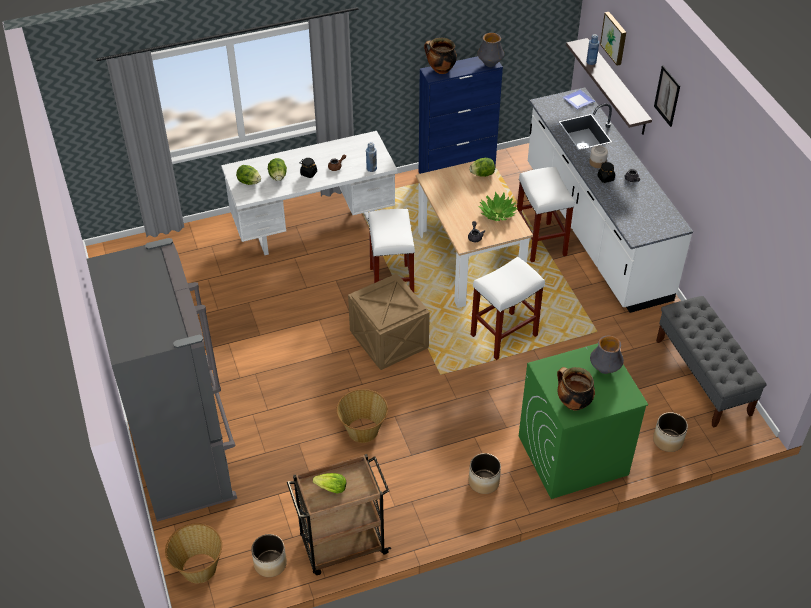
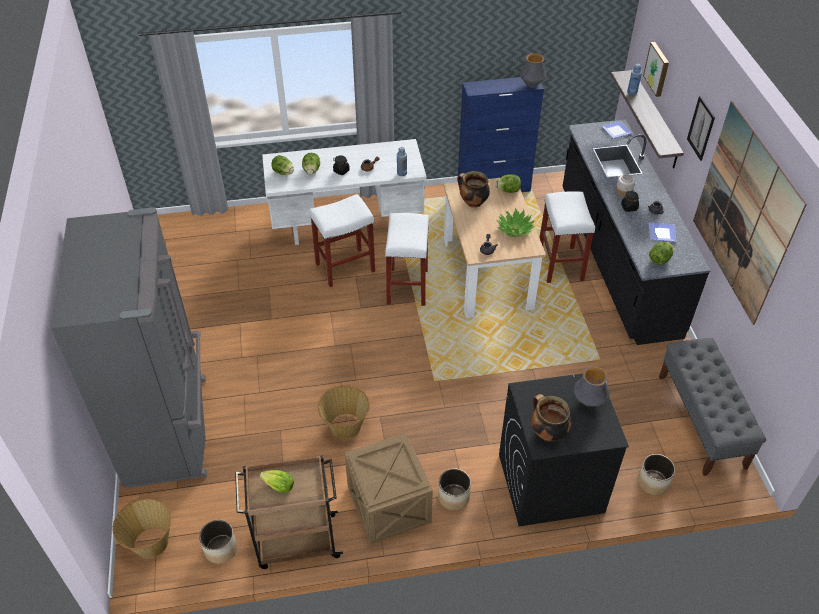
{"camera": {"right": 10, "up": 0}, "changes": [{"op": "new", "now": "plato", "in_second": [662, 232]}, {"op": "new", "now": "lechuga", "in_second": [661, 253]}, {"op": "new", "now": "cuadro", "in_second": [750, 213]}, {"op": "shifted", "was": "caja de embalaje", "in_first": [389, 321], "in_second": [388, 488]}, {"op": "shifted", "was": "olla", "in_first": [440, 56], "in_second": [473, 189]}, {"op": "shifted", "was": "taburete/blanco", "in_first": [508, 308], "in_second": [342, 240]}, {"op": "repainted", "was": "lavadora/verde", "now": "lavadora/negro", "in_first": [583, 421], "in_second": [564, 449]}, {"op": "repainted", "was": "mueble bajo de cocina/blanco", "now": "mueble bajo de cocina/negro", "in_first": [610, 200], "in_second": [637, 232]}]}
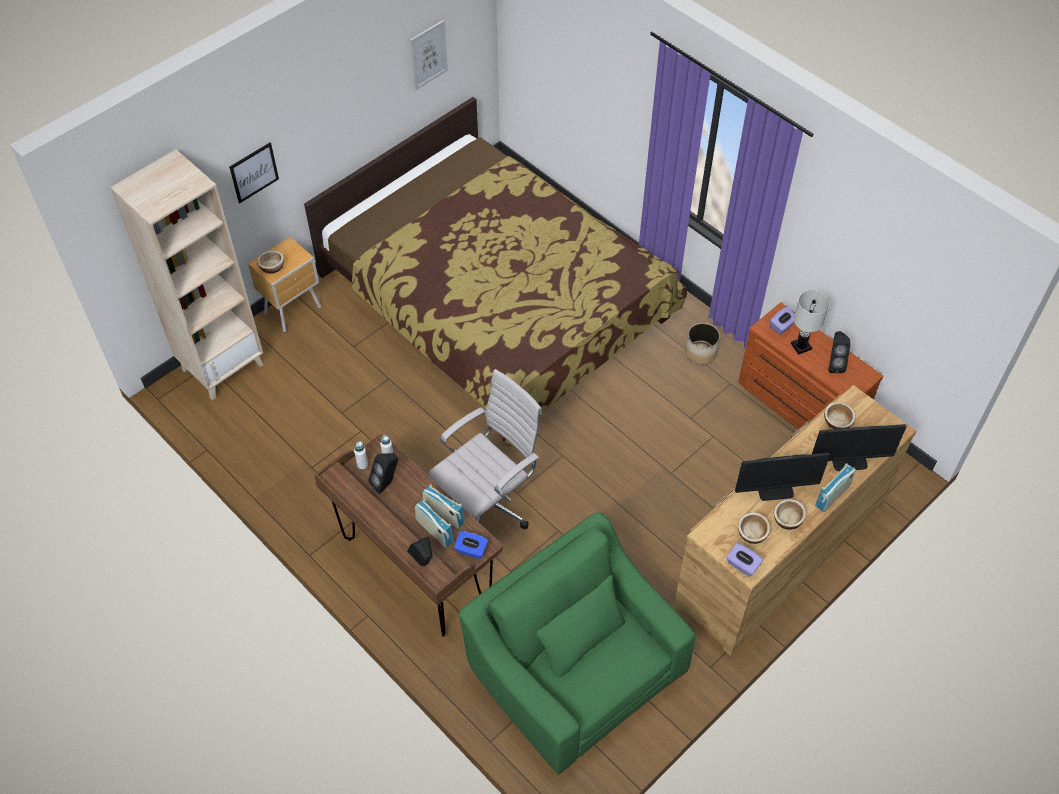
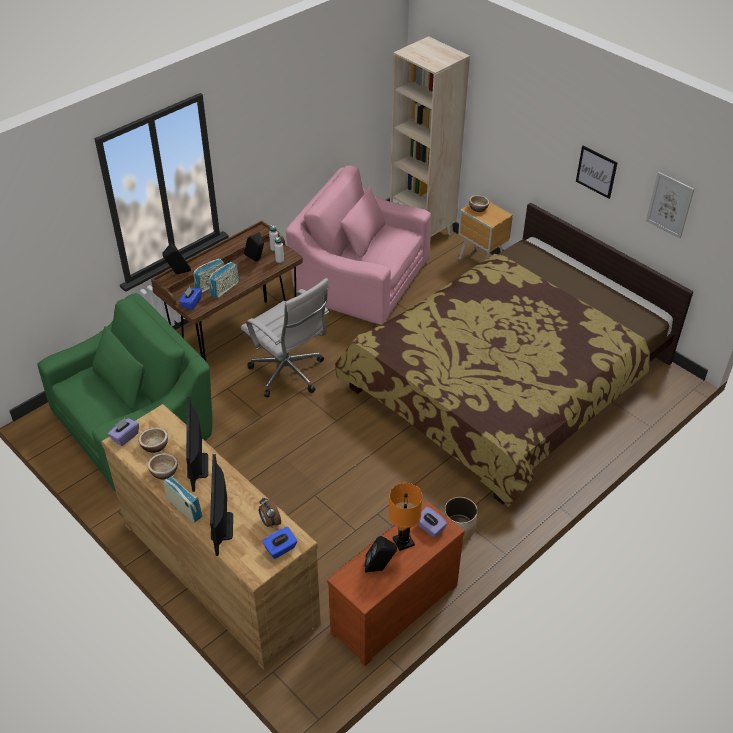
{"camera": {"right": 90, "up": -10}, "changes": [{"op": "new", "now": "caja de pañuelos/azul", "in_second": [280, 543]}, {"op": "new", "now": "sillón/rosa", "in_second": [358, 245]}, {"op": "shifted", "was": "cuadro", "in_first": [254, 173], "in_second": [597, 172]}, {"op": "swapped", "was": "cuenco", "now": "despertador", "in_first": [840, 415], "in_second": [270, 512]}, {"op": "repainted", "was": "lámpara de mesa/blanco", "now": "lámpara de mesa/naranja", "in_first": [810, 322], "in_second": [406, 517]}]}
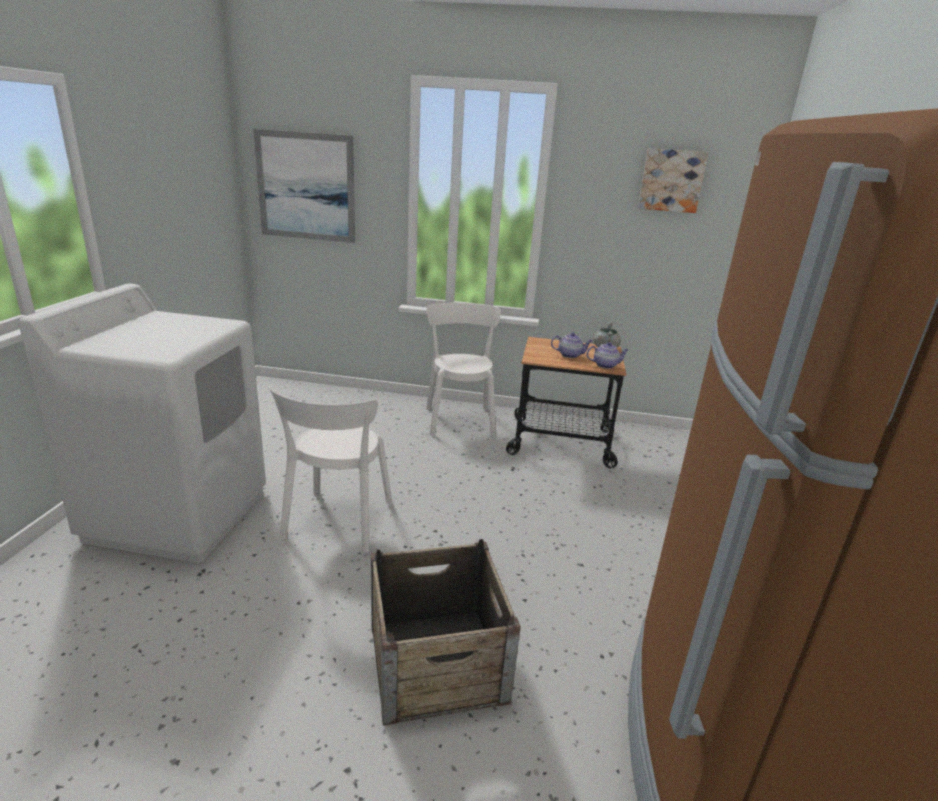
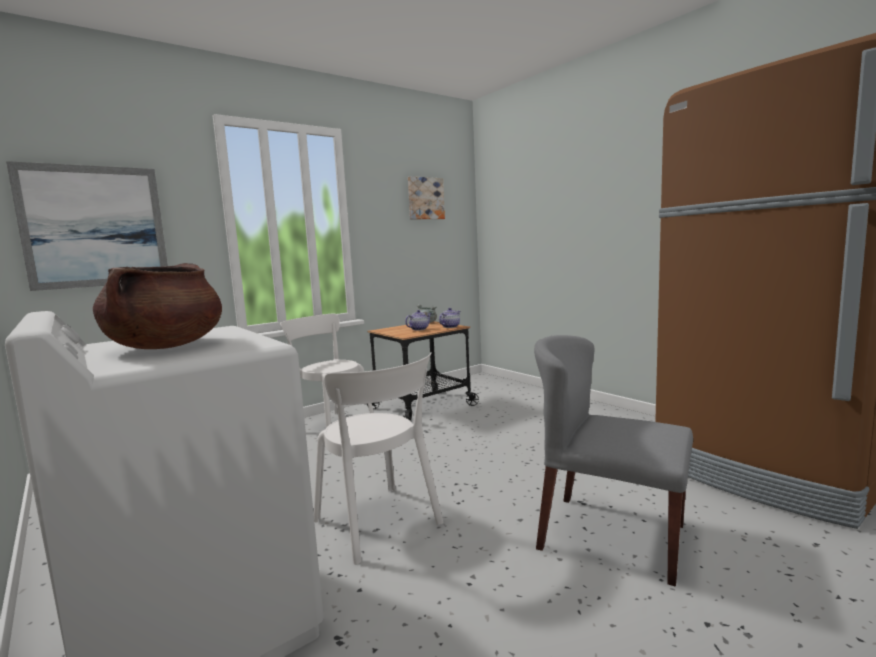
{"camera": {"right": -45, "up": -15}, "changes": [{"op": "new", "now": "olla/marrón", "in_second": [157, 306]}, {"op": "swapped", "was": "caja de embalaje", "now": "silla/gris", "in_first": [446, 632], "in_second": [613, 461]}]}
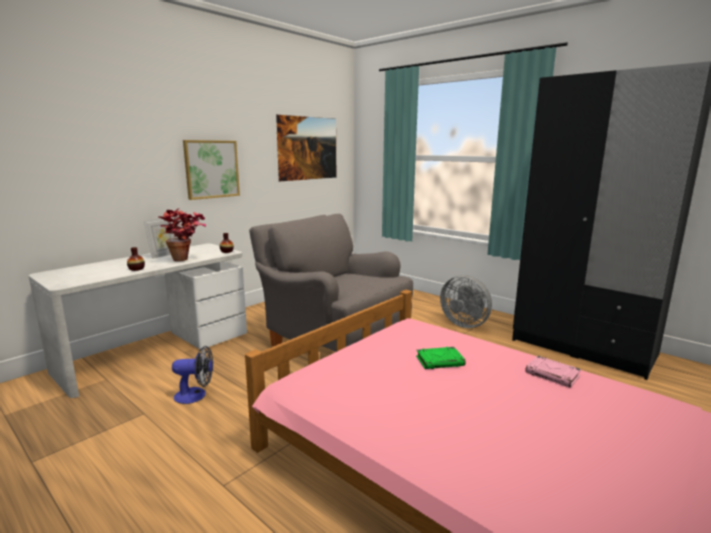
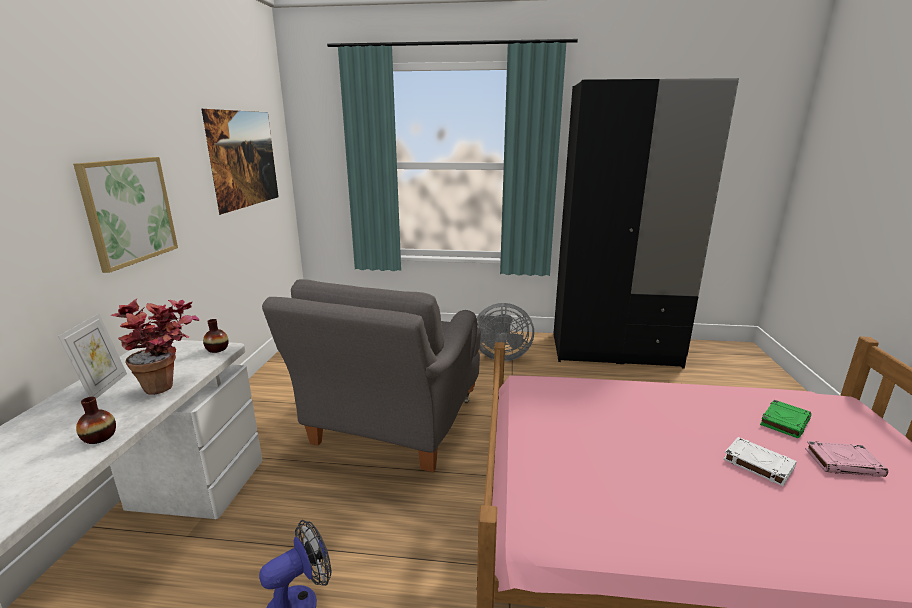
{"camera": {"right": -35, "up": 5}, "changes": [{"op": "new", "now": "libro/blanco", "in_second": [760, 461]}, {"op": "shifted", "was": "libro/verde", "in_first": [441, 358], "in_second": [785, 419]}, {"op": "shifted", "was": "libro/rosa", "in_first": [553, 372], "in_second": [846, 459]}, {"op": "rotated", "was": "sillón/gris", "in_first": [331, 283], "in_second": [371, 375], "clockwise": -75}]}
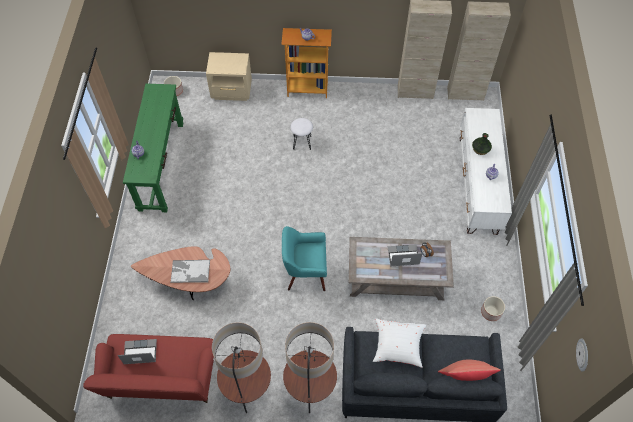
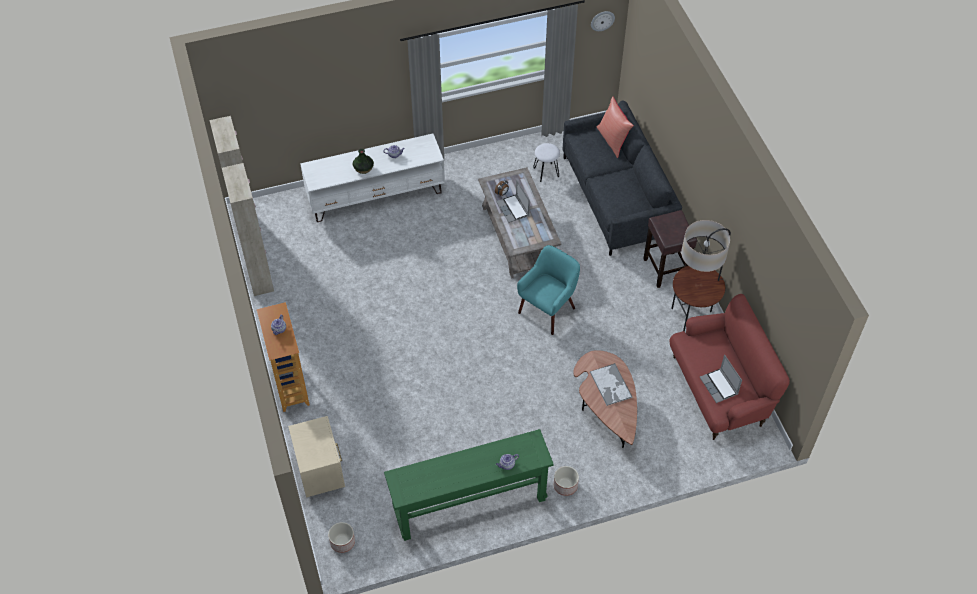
{"camera": {"right": -110, "up": -5}, "changes": [{"op": "gone", "was": "cojín/blanco", "in_first": [399, 343]}, {"op": "shifted", "was": "taburete/blanco", "in_first": [301, 134], "in_second": [546, 162]}, {"op": "shifted", "was": "maceta", "in_first": [493, 308], "in_second": [566, 481]}, {"op": "swapped", "was": "lámpara de pie", "now": "taburete/marrón", "in_first": [310, 367], "in_second": [670, 249]}, {"op": "rotated", "was": "sillón/turquesa", "in_first": [304, 258], "in_second": [548, 290], "clockwise": -120}]}
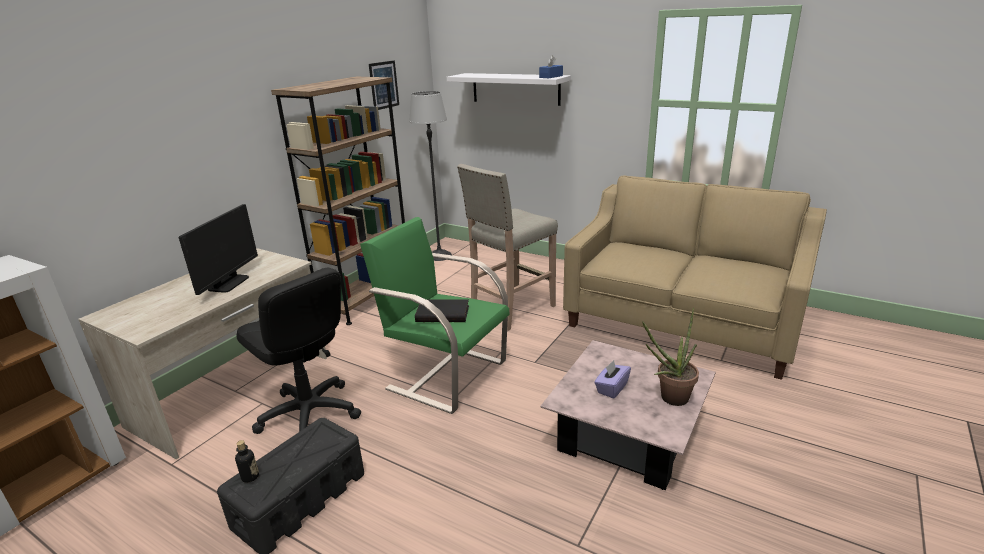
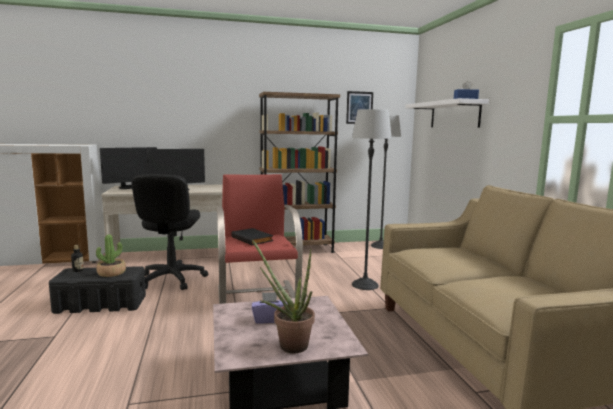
{"camera": {"right": 45, "up": -15}, "changes": [{"op": "new", "now": "planta en maceta", "in_second": [111, 255]}, {"op": "new", "now": "monitor", "in_second": [128, 168]}, {"op": "swapped", "was": "taburete/beis", "now": "lámpara de pie", "in_first": [507, 247], "in_second": [372, 199]}, {"op": "repainted", "was": "sillón/verde", "now": "sillón/rojo", "in_first": [434, 315], "in_second": [259, 239]}]}
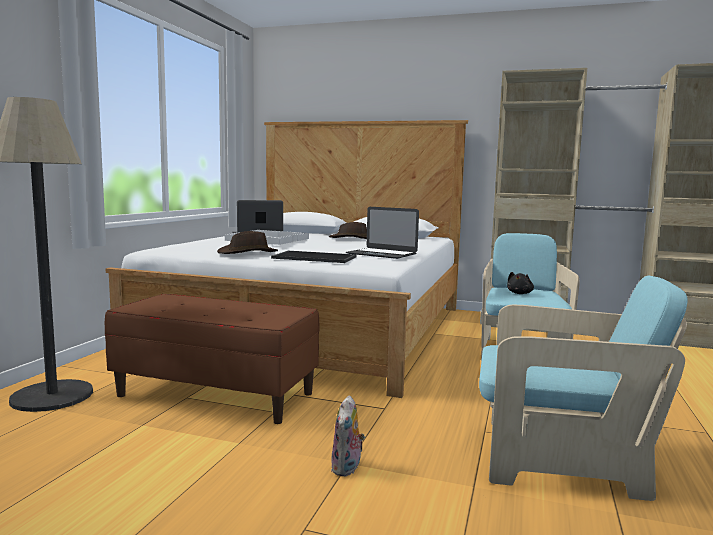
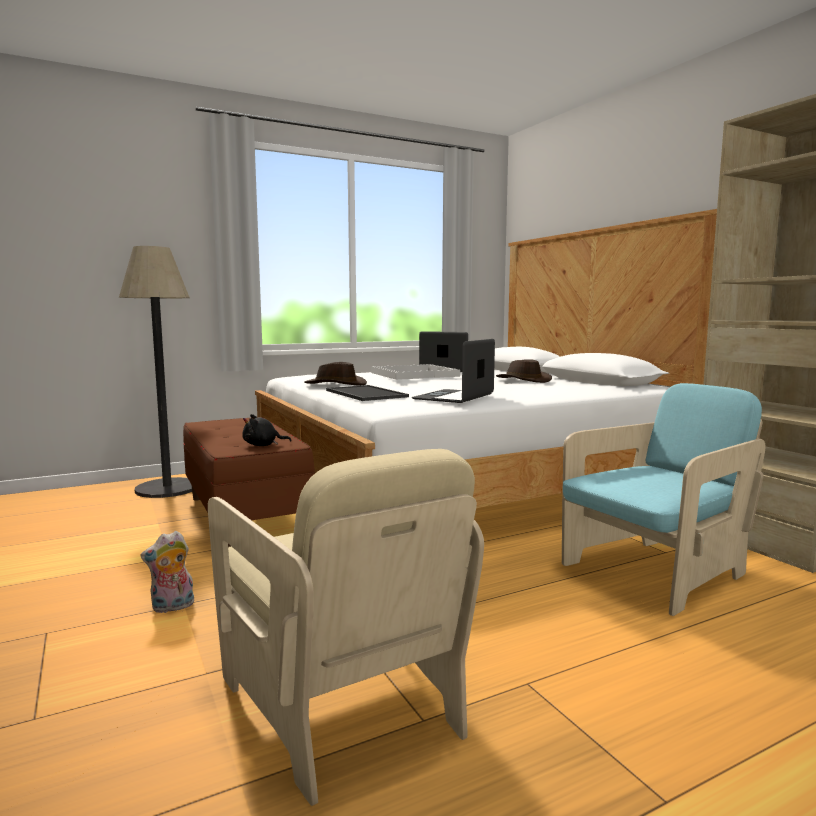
{"camera": {"right": 45, "up": 0}, "changes": [{"op": "shifted", "was": "peluche/negro", "in_first": [520, 283], "in_second": [266, 430]}, {"op": "repainted", "was": "sillón/turquesa", "now": "sillón/beis", "in_first": [583, 388], "in_second": [346, 627]}, {"op": "rotated", "was": "portátil", "in_first": [382, 233], "in_second": [453, 371], "clockwise": 45}]}
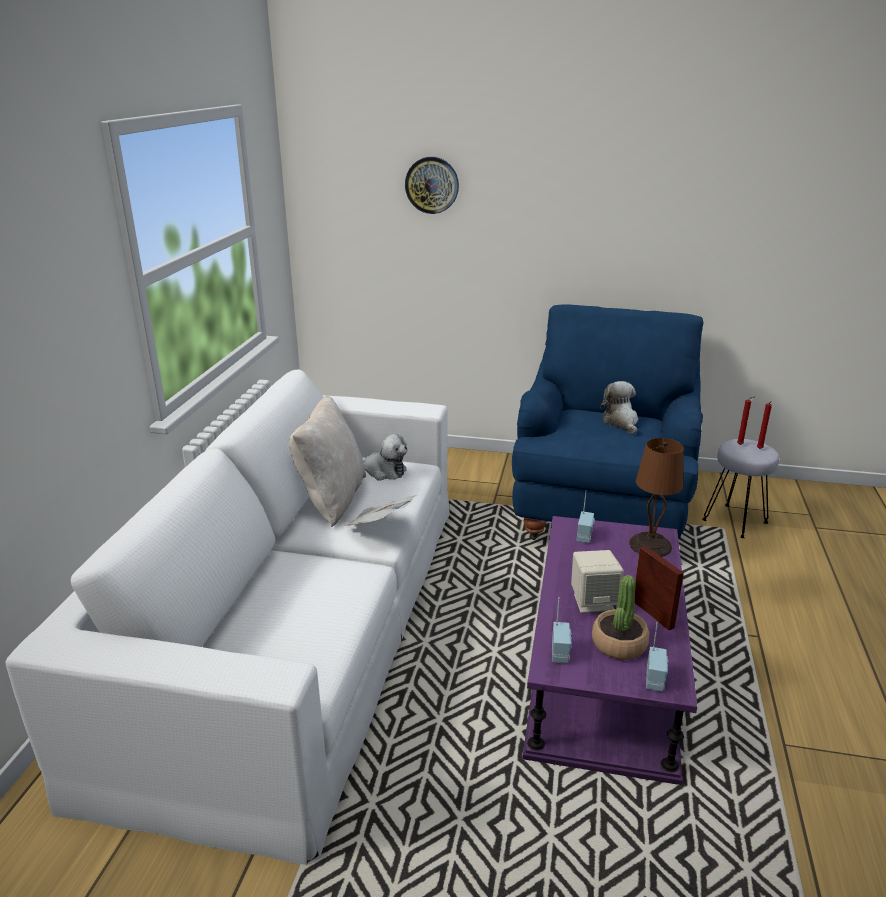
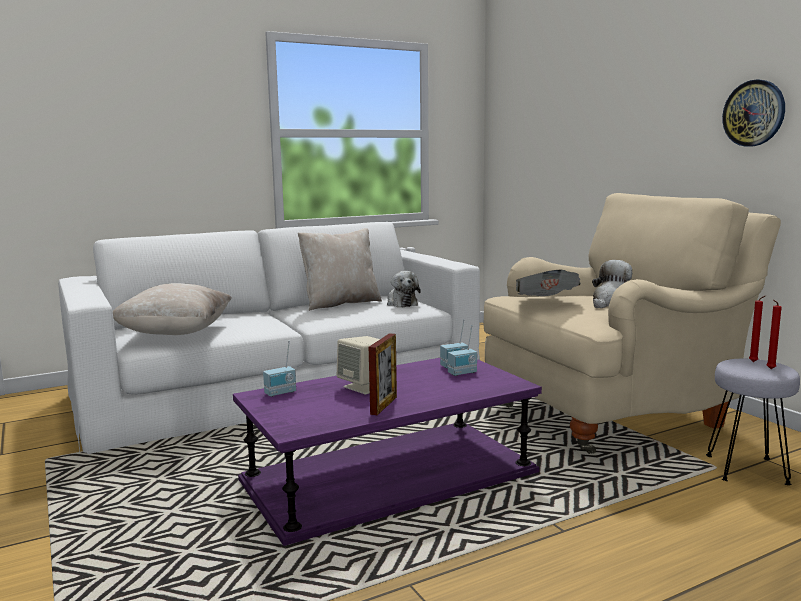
{"camera": {"right": 50, "up": -15}, "changes": [{"op": "gone", "was": "planta en maceta", "in_first": [620, 617]}, {"op": "gone", "was": "lámpara de mesa/marrón", "in_first": [656, 497]}, {"op": "new", "now": "cojín/beis", "in_second": [172, 309]}, {"op": "shifted", "was": "periódico", "in_first": [381, 510], "in_second": [548, 283]}, {"op": "shifted", "was": "reloj de pared", "in_first": [432, 185], "in_second": [753, 113]}, {"op": "shifted", "was": "radio", "in_first": [657, 657], "in_second": [462, 350]}, {"op": "repainted", "was": "sillón/azul", "now": "sillón/beis", "in_first": [607, 422], "in_second": [632, 323]}]}
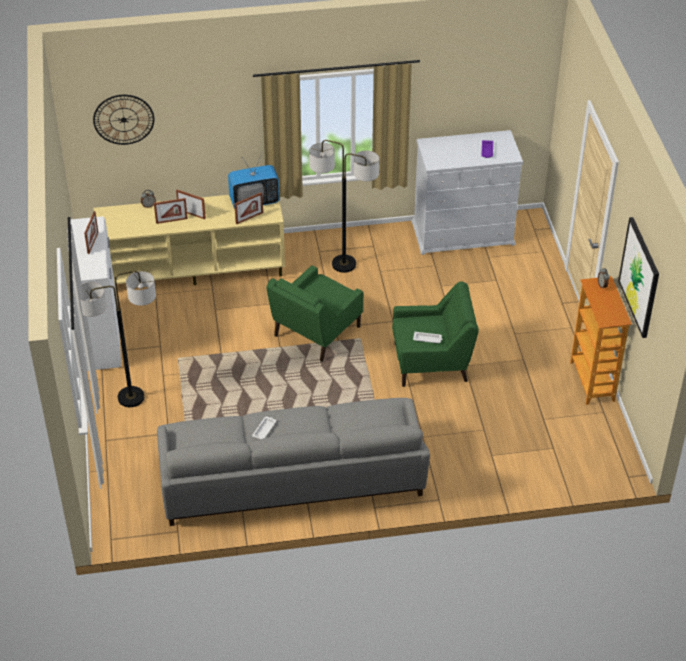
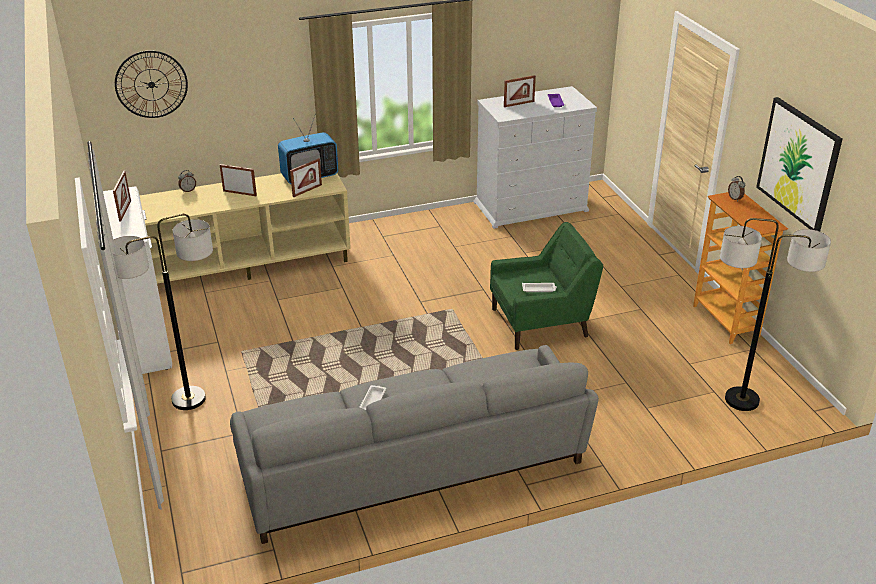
{"camera": {"right": -10, "up": -10}, "changes": [{"op": "gone", "was": "sillón/verde", "in_first": [314, 313]}, {"op": "shifted", "was": "portarretratos", "in_first": [171, 211], "in_second": [520, 91]}, {"op": "shifted", "was": "lámpara de pie", "in_first": [344, 206], "in_second": [775, 314]}]}
